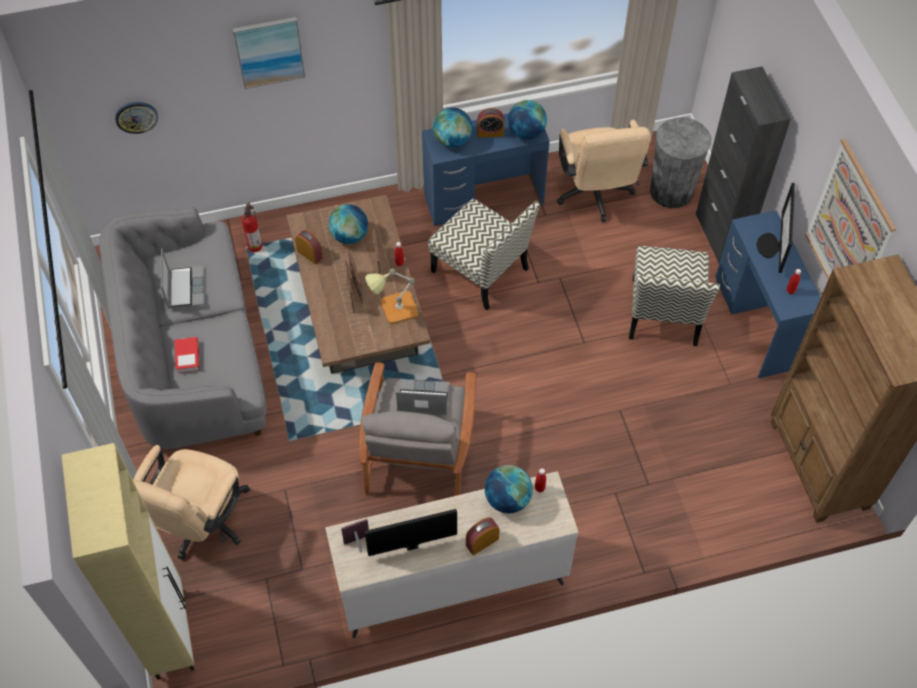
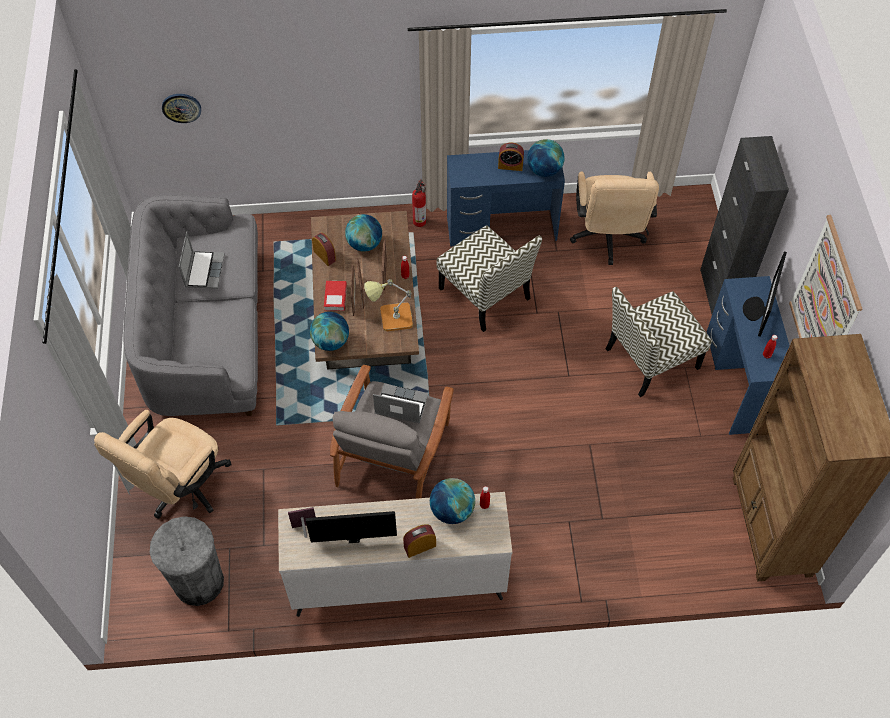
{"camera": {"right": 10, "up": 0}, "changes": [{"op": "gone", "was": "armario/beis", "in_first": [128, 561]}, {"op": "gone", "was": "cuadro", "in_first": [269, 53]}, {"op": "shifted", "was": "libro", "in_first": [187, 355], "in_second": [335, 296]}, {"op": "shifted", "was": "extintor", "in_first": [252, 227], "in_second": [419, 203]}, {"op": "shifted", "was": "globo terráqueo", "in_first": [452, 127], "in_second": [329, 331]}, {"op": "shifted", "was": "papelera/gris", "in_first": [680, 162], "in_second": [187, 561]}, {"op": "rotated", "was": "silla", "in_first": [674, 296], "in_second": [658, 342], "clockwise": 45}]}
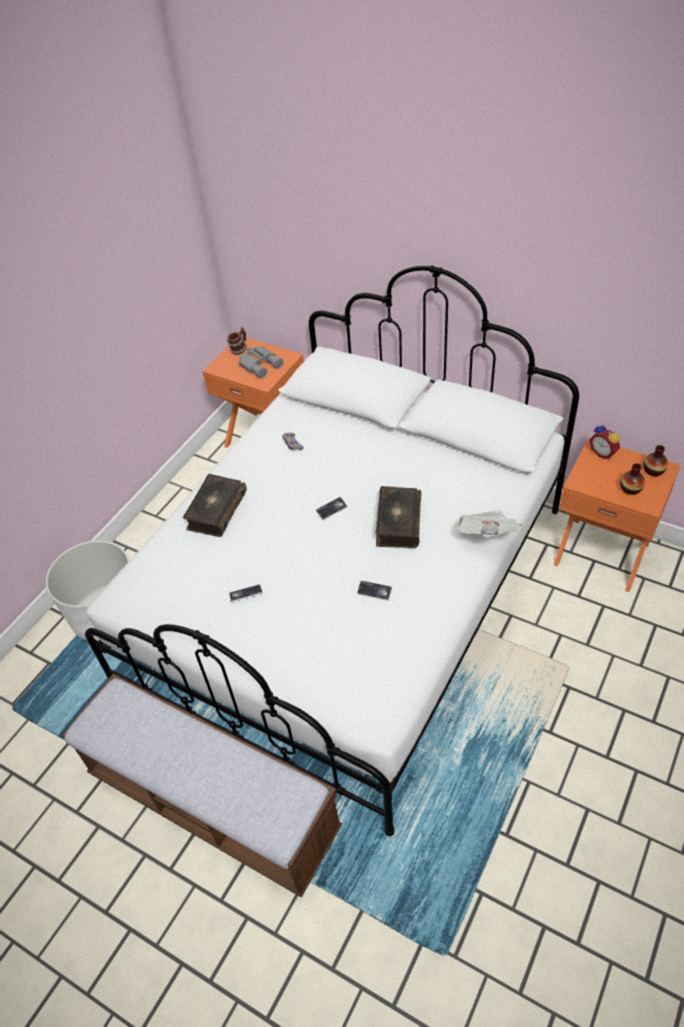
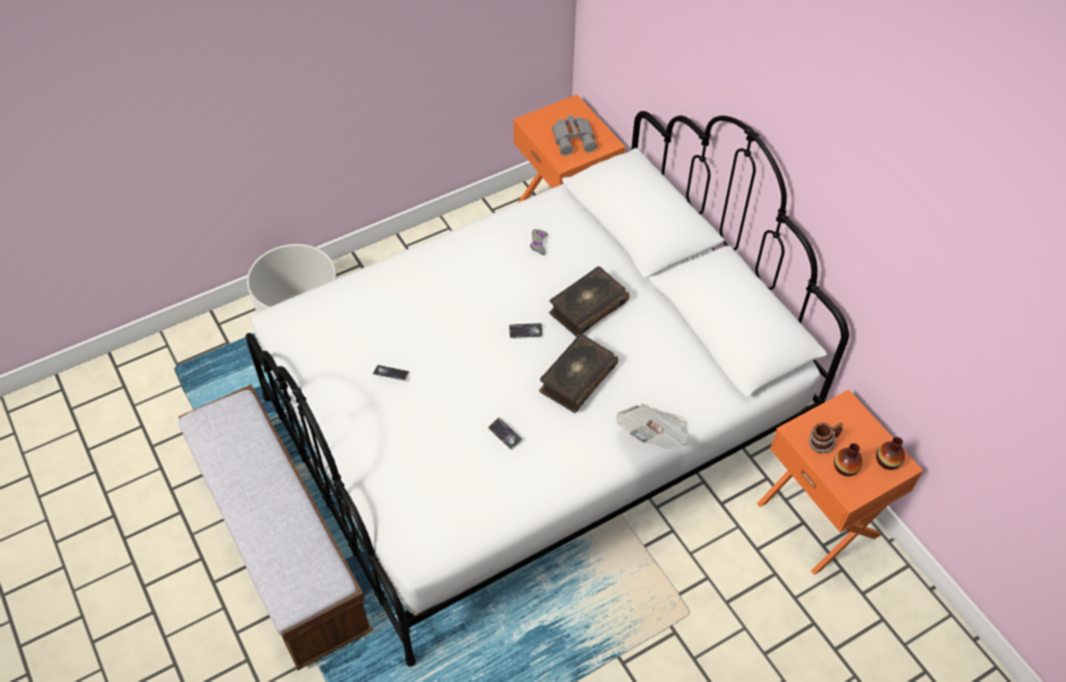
{"camera": {"right": 25, "up": 5}, "changes": [{"op": "gone", "was": "despertador", "in_first": [605, 441]}, {"op": "shifted", "was": "libro", "in_first": [215, 505], "in_second": [589, 301]}, {"op": "shifted", "was": "taza grande", "in_first": [237, 341], "in_second": [826, 437]}]}
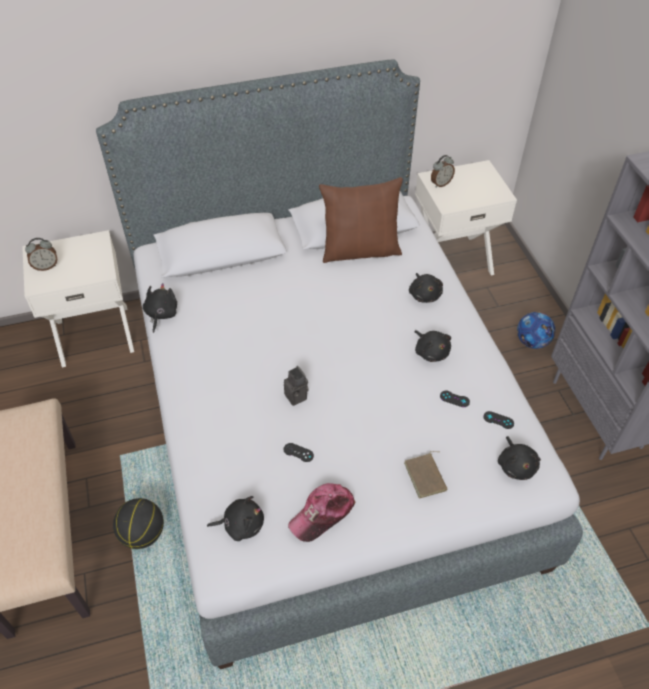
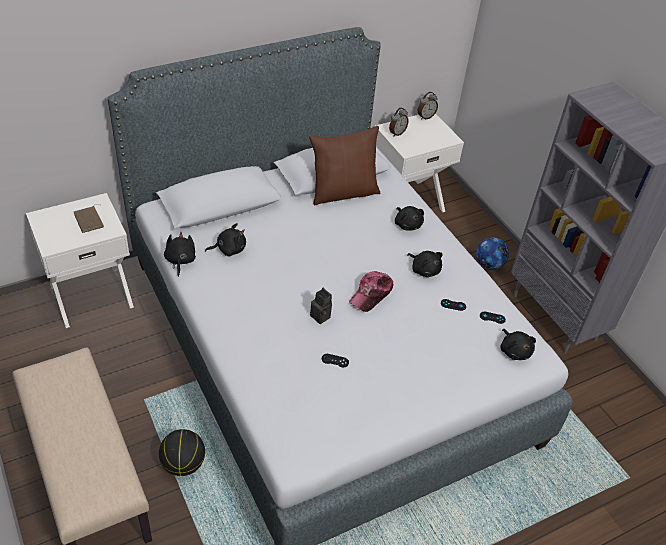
{"camera": {"right": -15, "up": -5}, "changes": [{"op": "shifted", "was": "despertador", "in_first": [41, 254], "in_second": [428, 106]}, {"op": "shifted", "was": "peluche/negro", "in_first": [235, 518], "in_second": [225, 239]}, {"op": "shifted", "was": "gorra", "in_first": [321, 512], "in_second": [371, 291]}, {"op": "shifted", "was": "libro/marrón", "in_first": [426, 474], "in_second": [89, 219]}]}
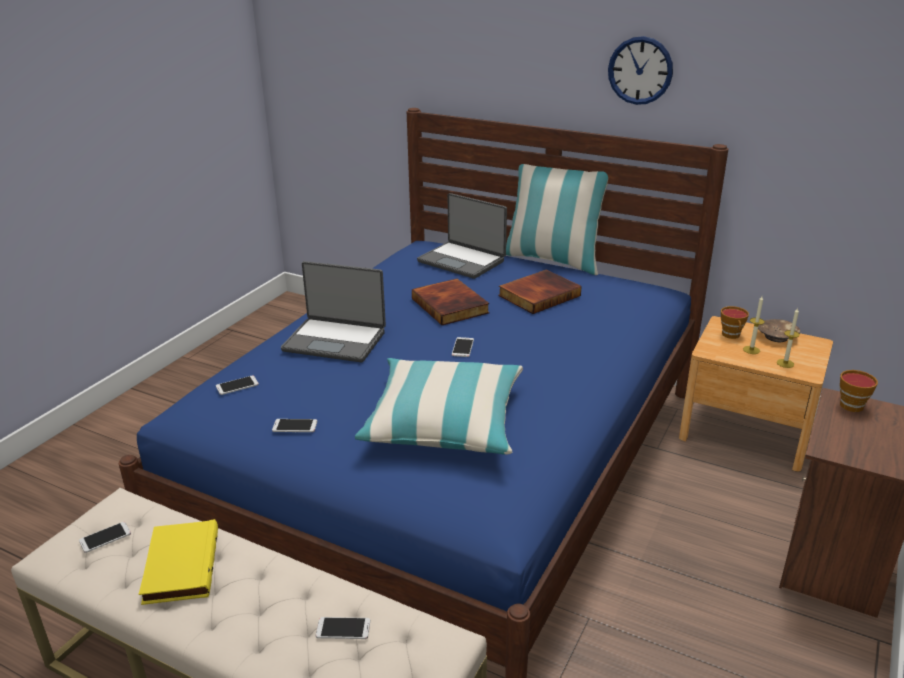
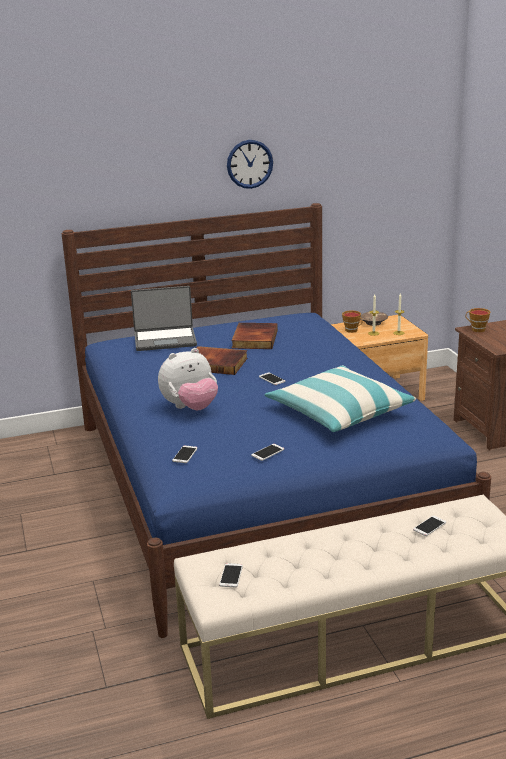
{"camera": {"right": -45, "up": -5}, "changes": [{"op": "gone", "was": "libro/amarillo", "in_first": [178, 562]}, {"op": "gone", "was": "cojín", "in_first": [557, 219]}, {"op": "swapped", "was": "portátil", "now": "peluche", "in_first": [333, 311], "in_second": [188, 379]}]}
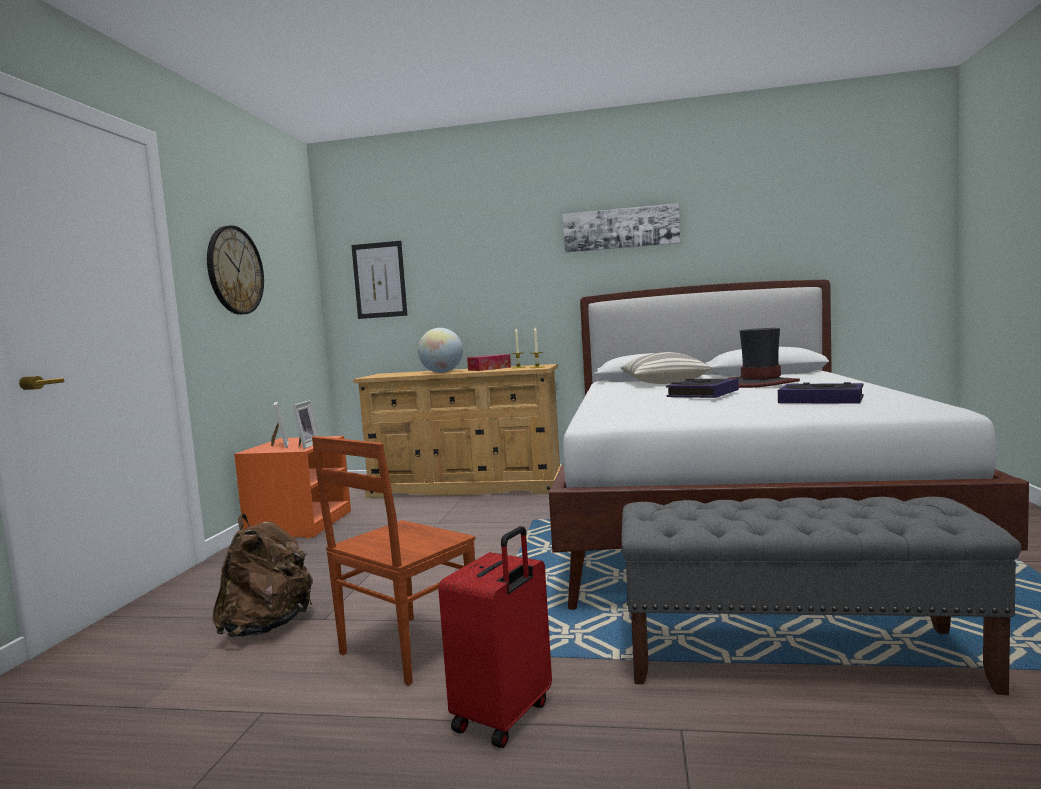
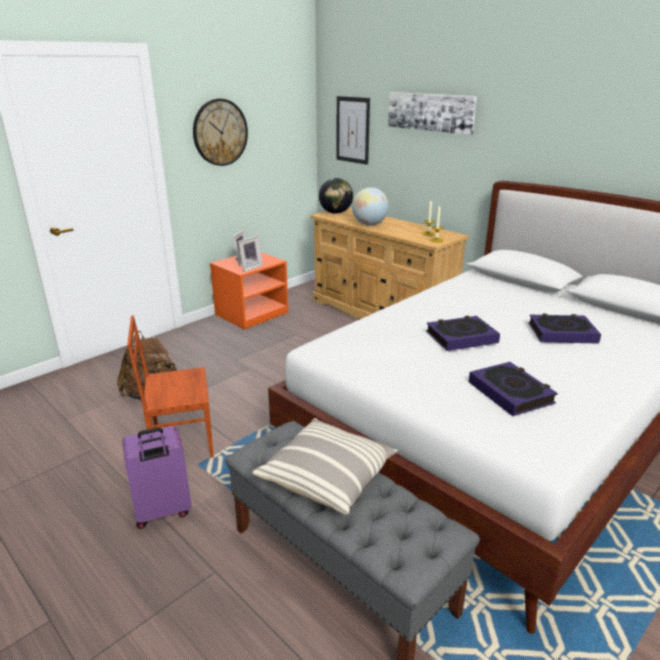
{"camera": {"right": 35, "up": 20}, "changes": [{"op": "gone", "was": "caja de pañuelos", "in_first": [489, 362]}, {"op": "new", "now": "globo terráqueo", "in_second": [336, 196]}, {"op": "shifted", "was": "cuadro", "in_first": [621, 228], "in_second": [432, 113]}, {"op": "shifted", "was": "cojín", "in_first": [666, 368], "in_second": [325, 466]}, {"op": "swapped", "was": "sombrero", "now": "libro", "in_first": [763, 358], "in_second": [564, 329]}, {"op": "repainted", "was": "maleta/rojo", "now": "maleta/morado", "in_first": [495, 637], "in_second": [157, 477]}]}
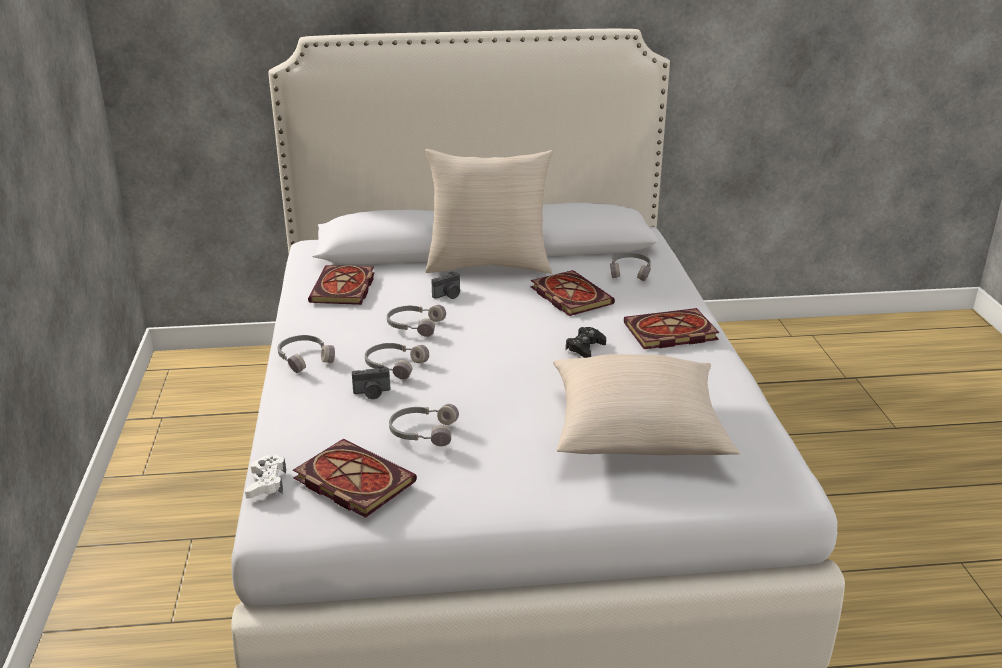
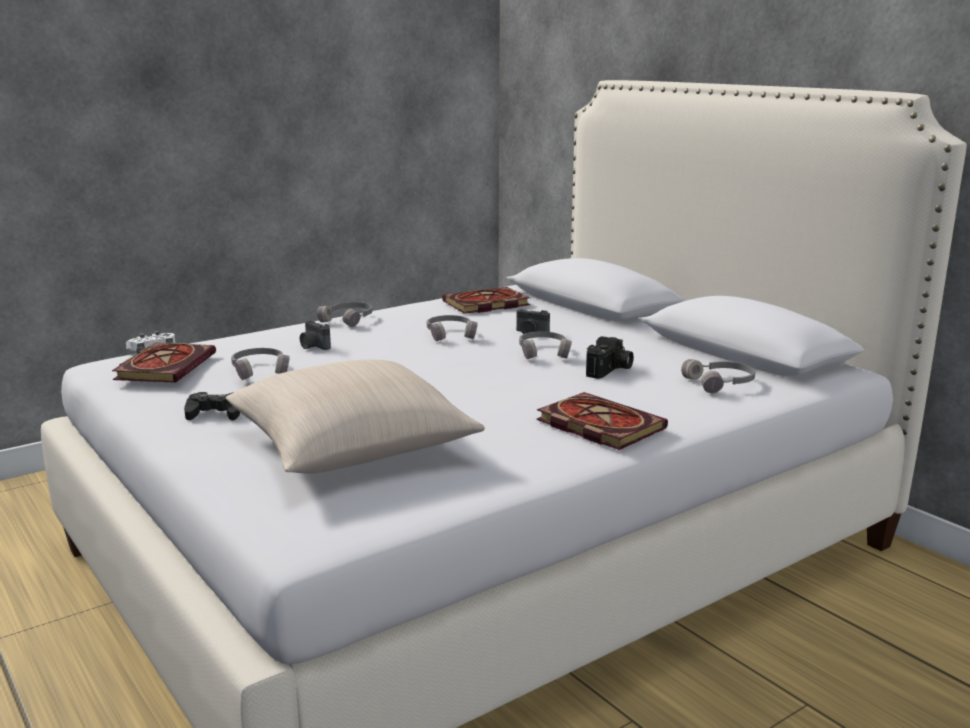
{"camera": {"right": 60, "up": -10}, "changes": [{"op": "gone", "was": "cojín/beis", "in_first": [489, 211]}, {"op": "shifted", "was": "auriculares/gris", "in_first": [397, 361], "in_second": [545, 345]}, {"op": "shifted", "was": "mando de consola/negro", "in_first": [585, 342], "in_second": [212, 406]}, {"op": "swapped", "was": "libro", "now": "cámara", "in_first": [573, 293], "in_second": [610, 357]}]}
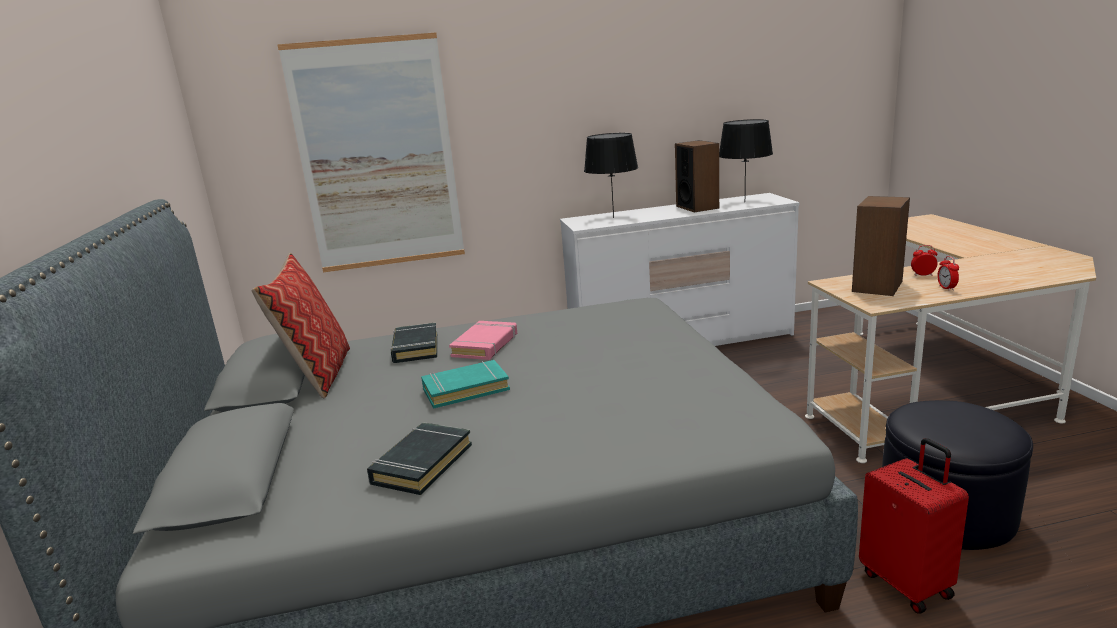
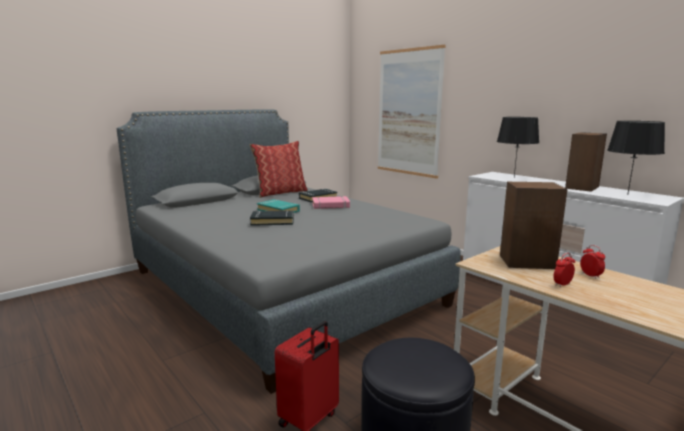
{"camera": {"right": 60, "up": -5}, "changes": [{"op": "shifted", "was": "libro/negro", "in_first": [419, 458], "in_second": [272, 218]}]}
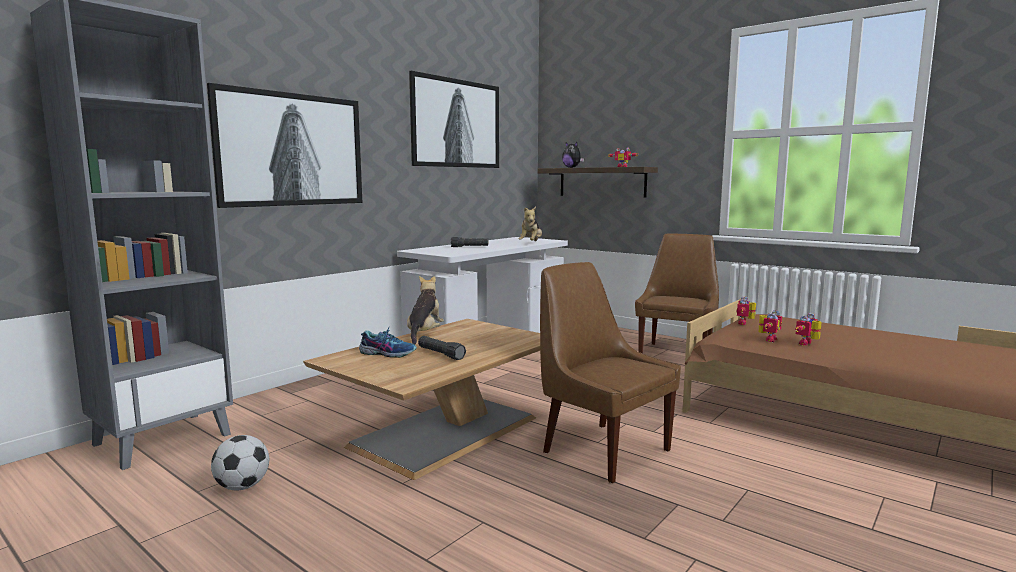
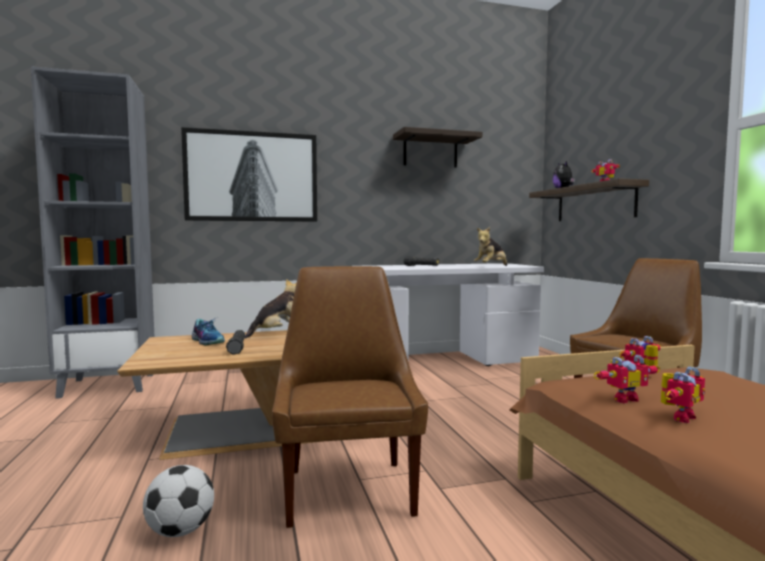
{"camera": {"right": 35, "up": -5}, "changes": [{"op": "shifted", "was": "balón de fútbol", "in_first": [240, 462], "in_second": [178, 501]}, {"op": "swapped", "was": "cuadro", "now": "estante", "in_first": [454, 119], "in_second": [437, 147]}, {"op": "rotated", "was": "robot de juguete", "in_first": [808, 329], "in_second": [683, 394], "clockwise": 150}]}
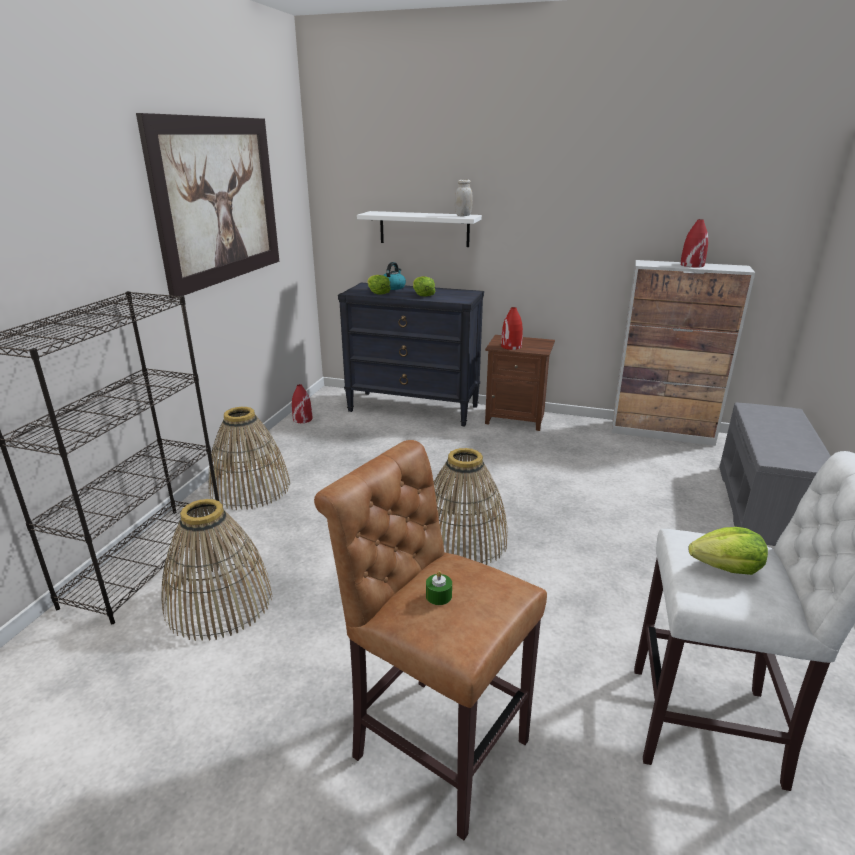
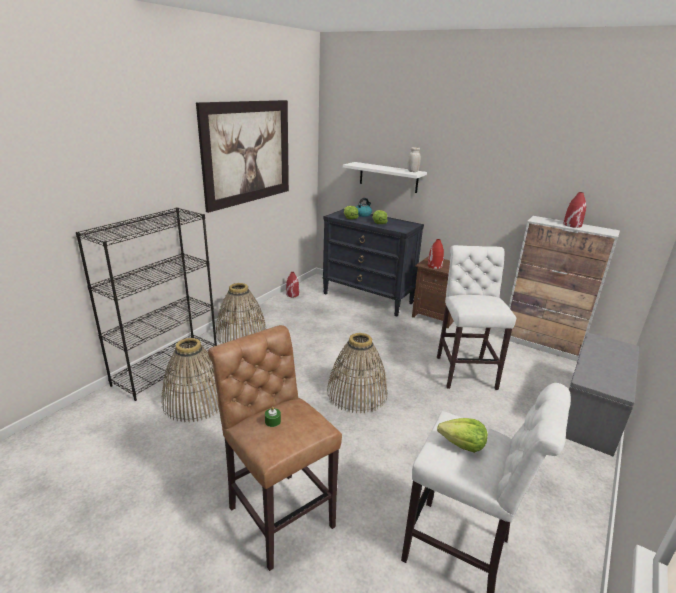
{"camera": {"right": 15, "up": 0}, "changes": [{"op": "new", "now": "taburete/blanco", "in_second": [476, 317]}]}
